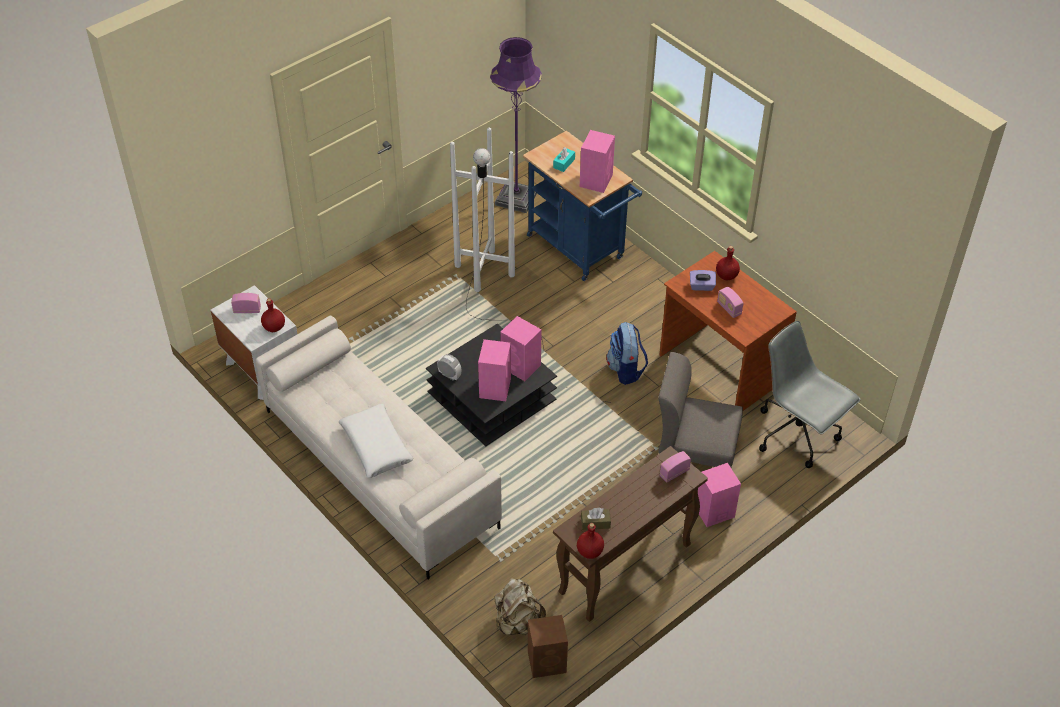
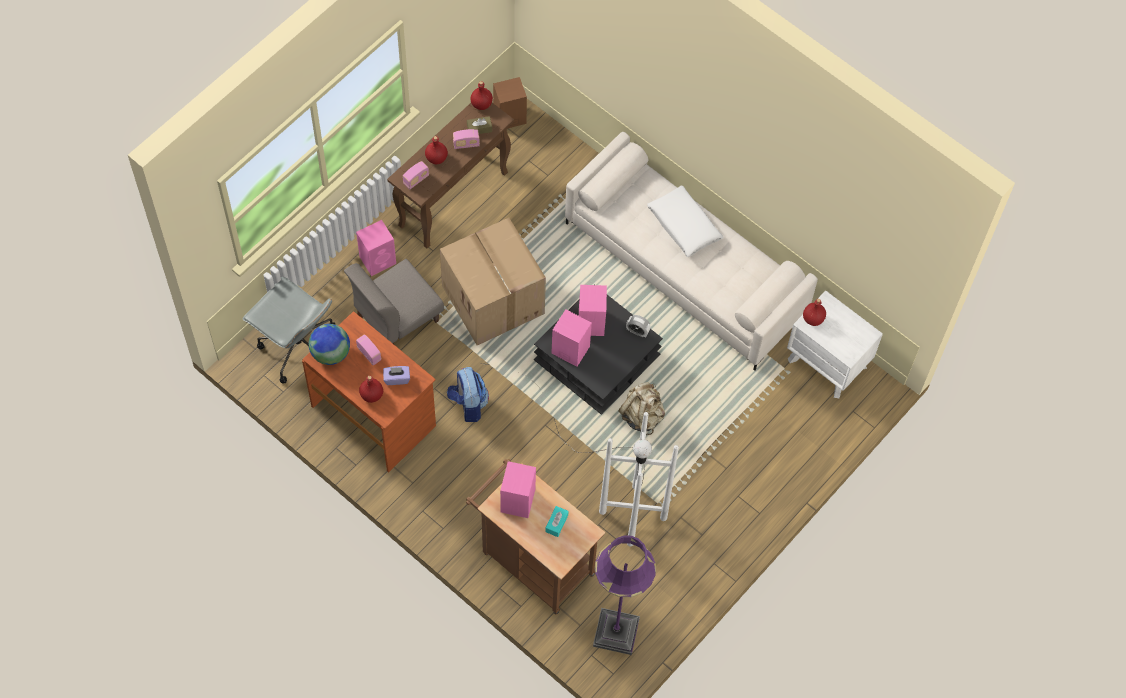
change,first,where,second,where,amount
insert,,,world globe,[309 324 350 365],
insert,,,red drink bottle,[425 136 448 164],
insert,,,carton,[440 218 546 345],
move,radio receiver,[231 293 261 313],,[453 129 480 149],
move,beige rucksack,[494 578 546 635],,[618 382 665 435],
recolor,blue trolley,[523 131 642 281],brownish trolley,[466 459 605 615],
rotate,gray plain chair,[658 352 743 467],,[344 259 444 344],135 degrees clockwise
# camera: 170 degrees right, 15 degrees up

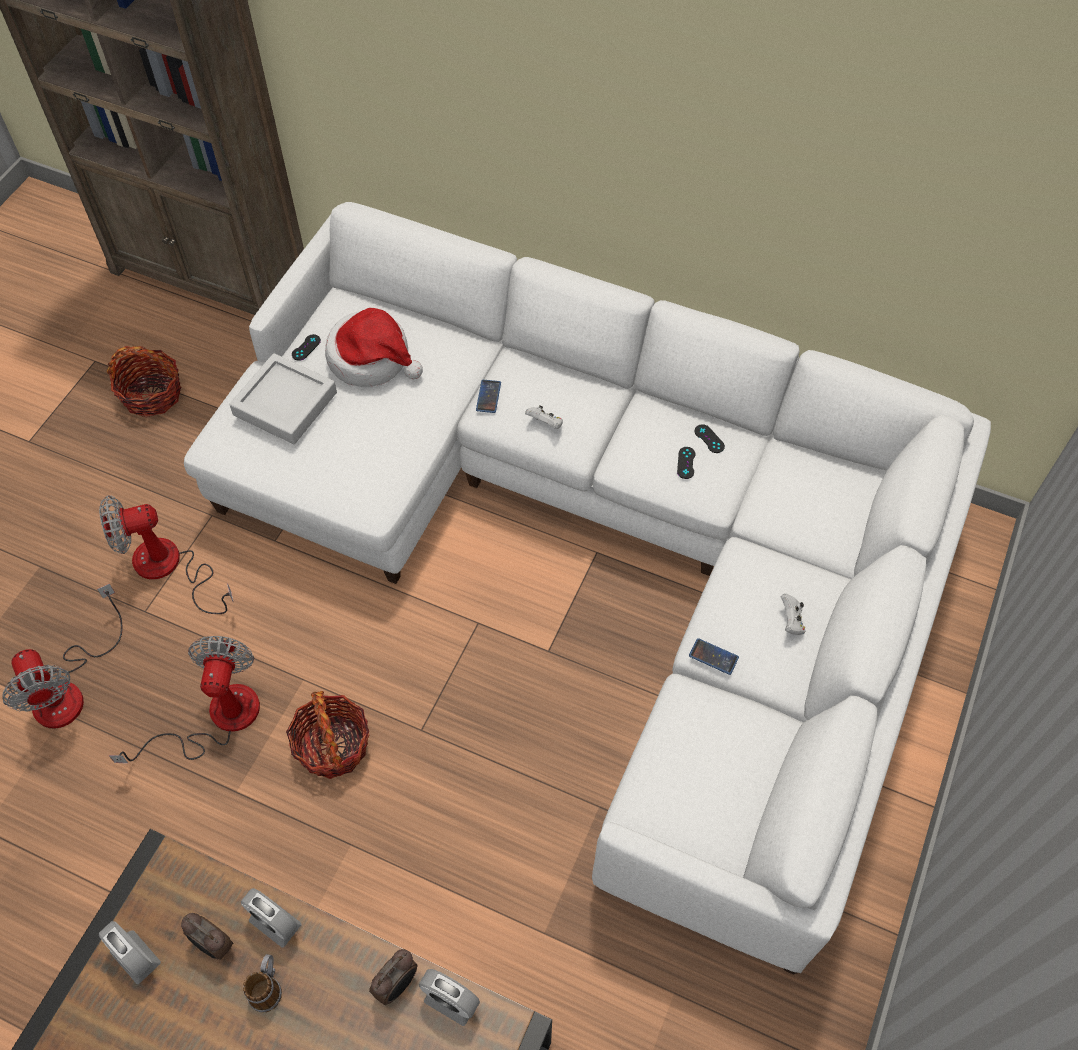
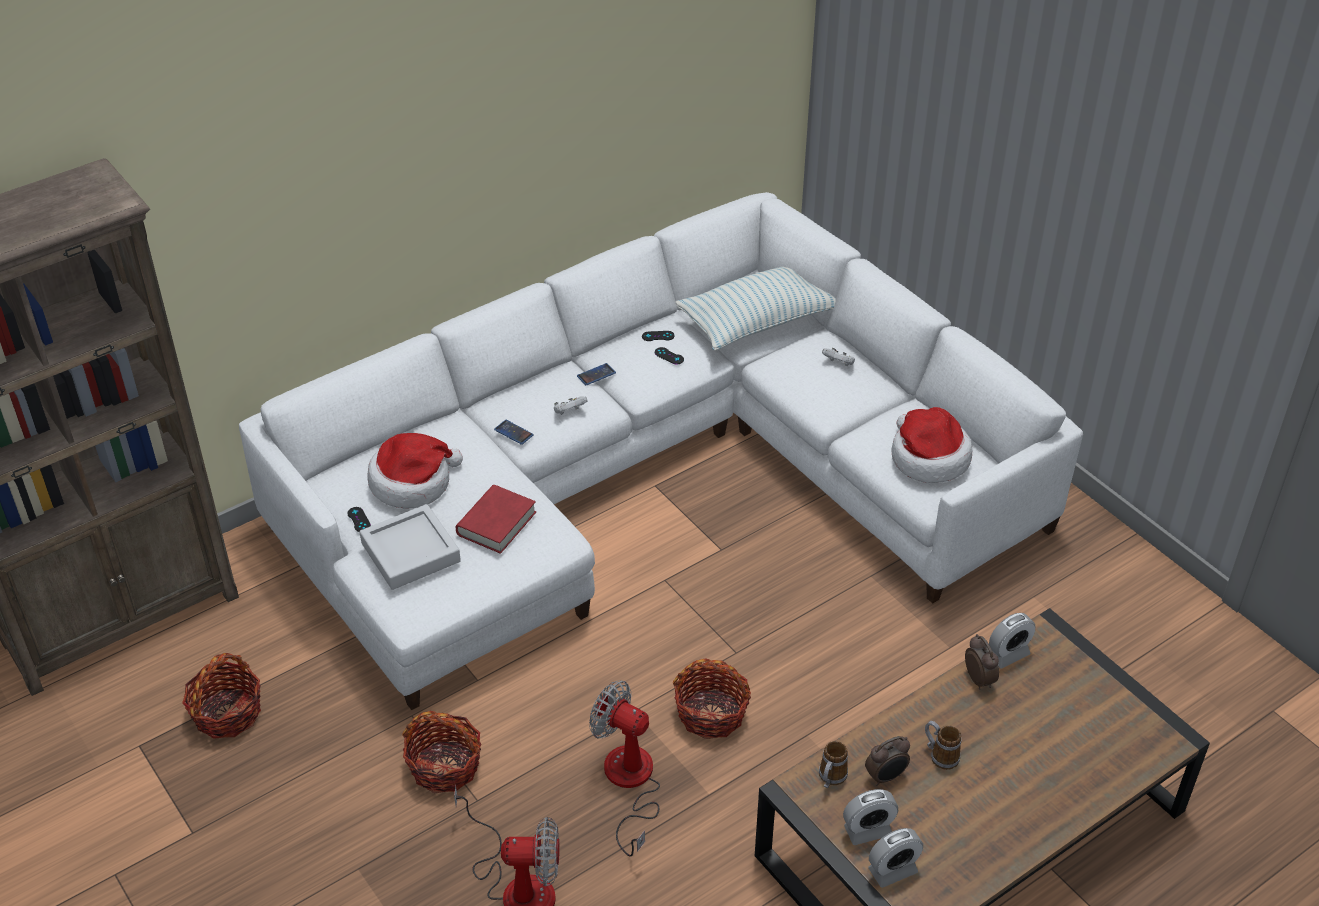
change,first,where,second,where,amount
insert,,,red book,[456 485 536 554],
insert,,,cushion,[676 267 836 351],
insert,,,coffee mug,[819 741 848 788],
insert,,,wearable hat,[891 407 973 483],
move,alarm clock,[241 888 301 948],,[868 828 923 888],
move,phone,[689 638 739 675],,[577 363 616 385],
replace,fan,[99 495 234 614],basket,[402 711 482 793],
# camera: 60 degrees left, 15 degrees down

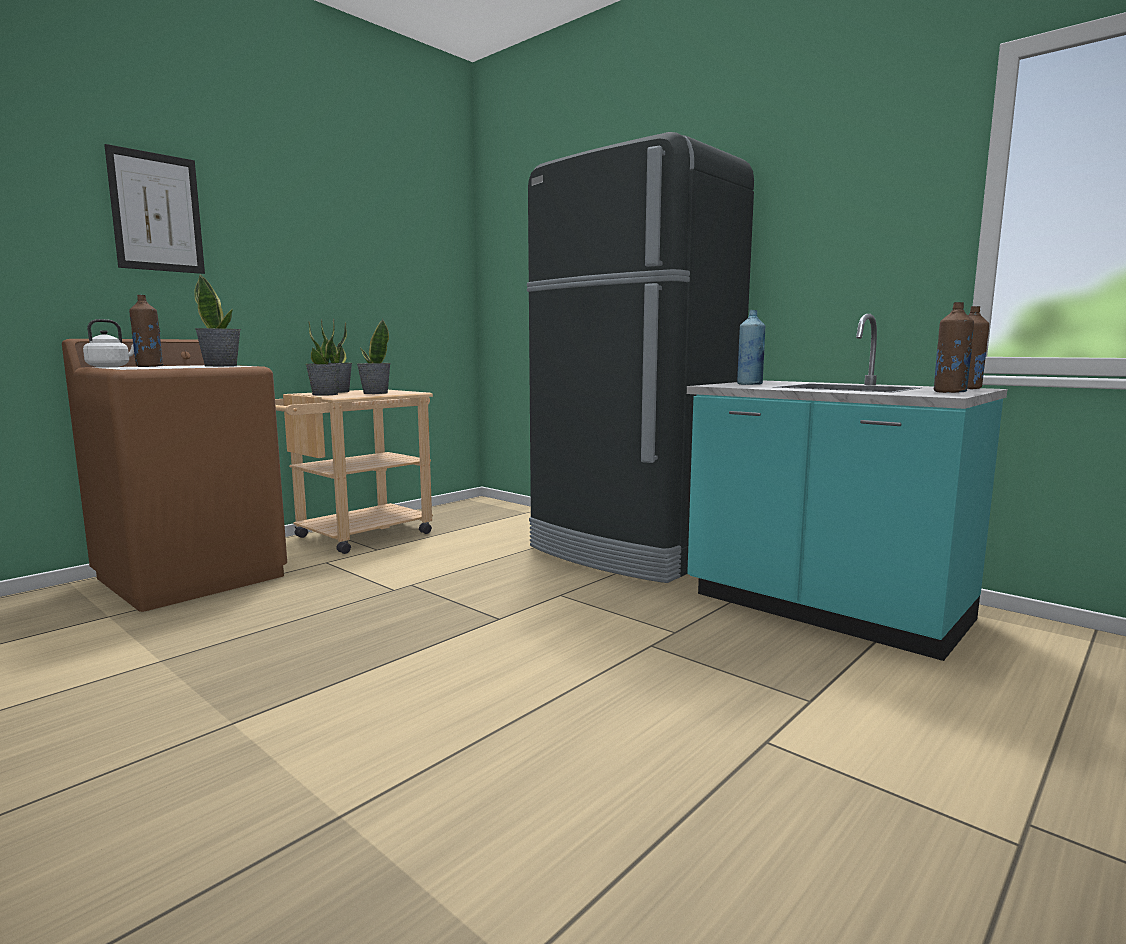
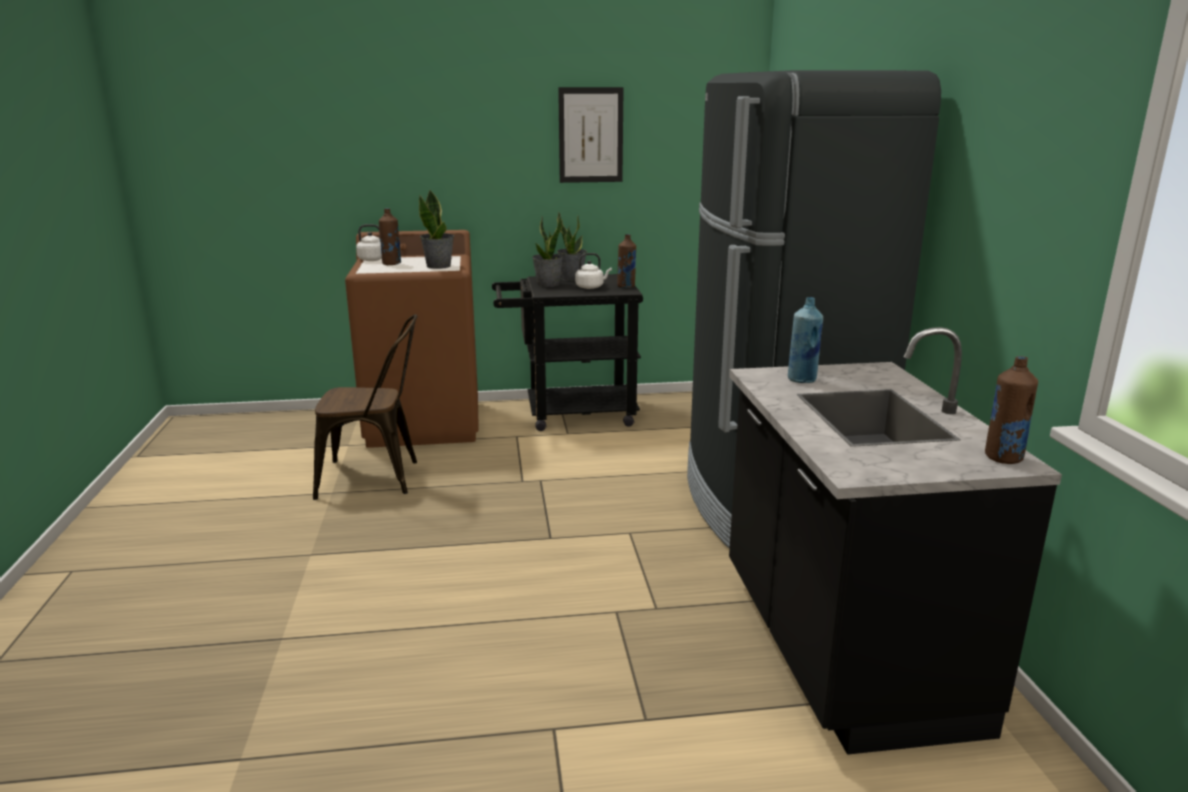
change,first,where,second,where,amount
insert,,,brownish plain chair,[313 314 418 500],
move,picture,[104 144 205 274],,[558 87 624 183],
move,brownish drink bottle,[934 302 974 393],,[617 234 636 288],
replace,plant in a pot,[356 319 391 394],white-coloured water kettle,[575 253 612 289],
recolor,beige trolley,[275 390 433 554],blackish trolley,[492 274 643 431],
recolor,turquoise-coloured kitchen base unit,[687 314 1007 661],blackish kitchen base unit,[729 327 1062 755],
# camera: 40 degrees right, 10 degrees up

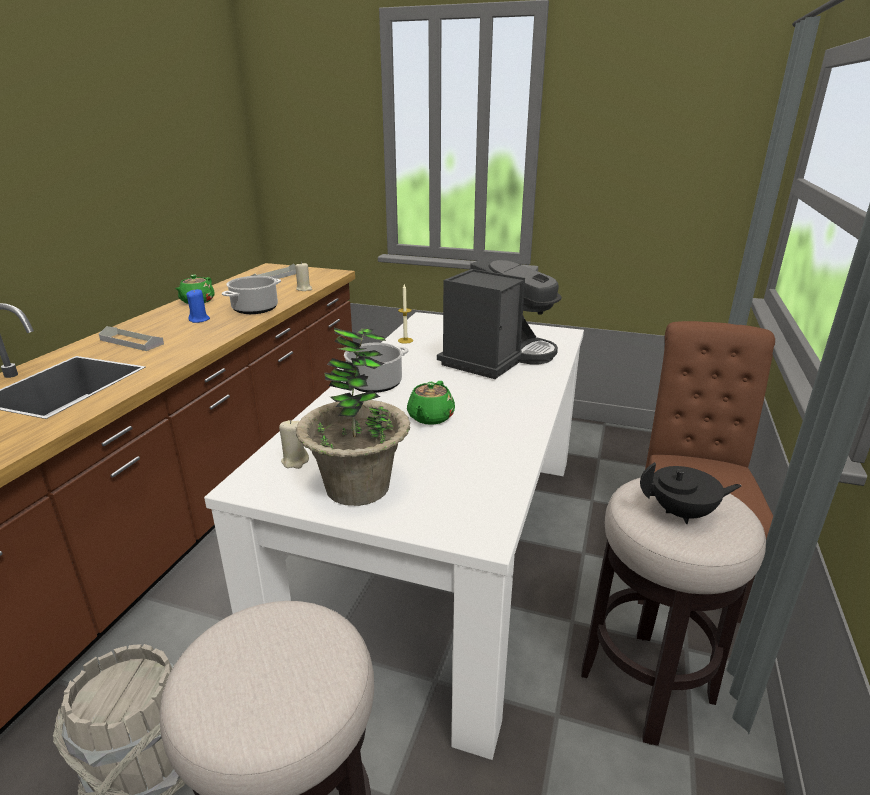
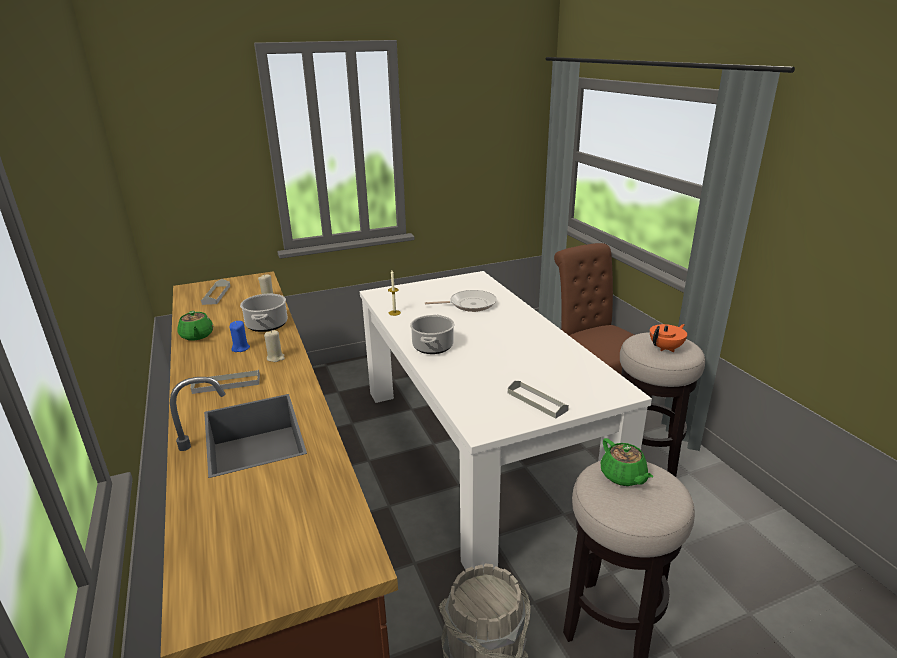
change,first,where,second,where,amount
move,beige wax light,[279 420 309 469],,[264 330 285 362],
move,green-coloured teapot,[407 381 455 425],,[601 438 653 486],
replace,plant in a pot,[296 328 410 506],gray serving tray,[508 381 569 419],
replace,coffee brewer,[437 255 562 379],frying pan,[425 290 497 312],
recolor,blackish teapot,[640 462 742 524],orangey teapot,[650 324 687 352],
# camera: 40 degrees left, 0 degrees up

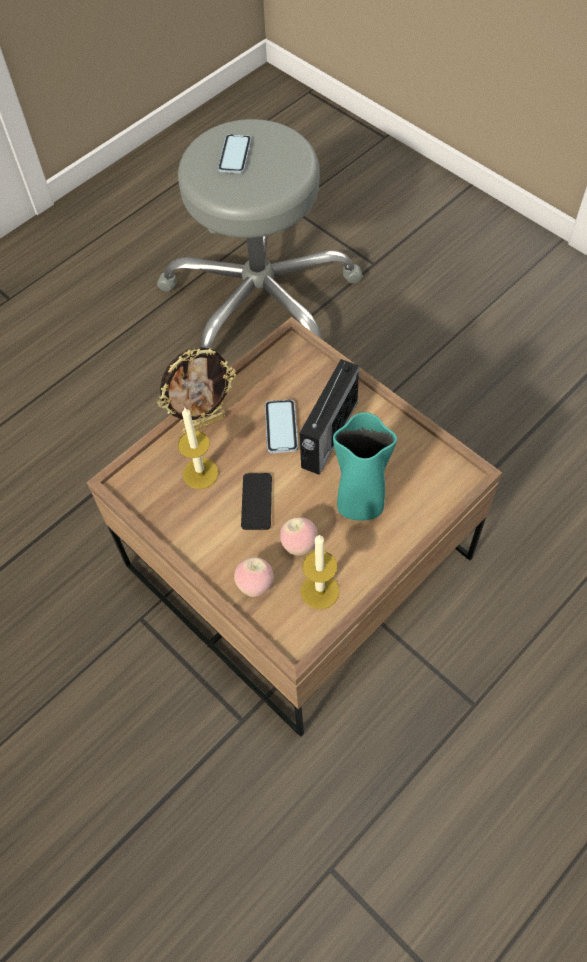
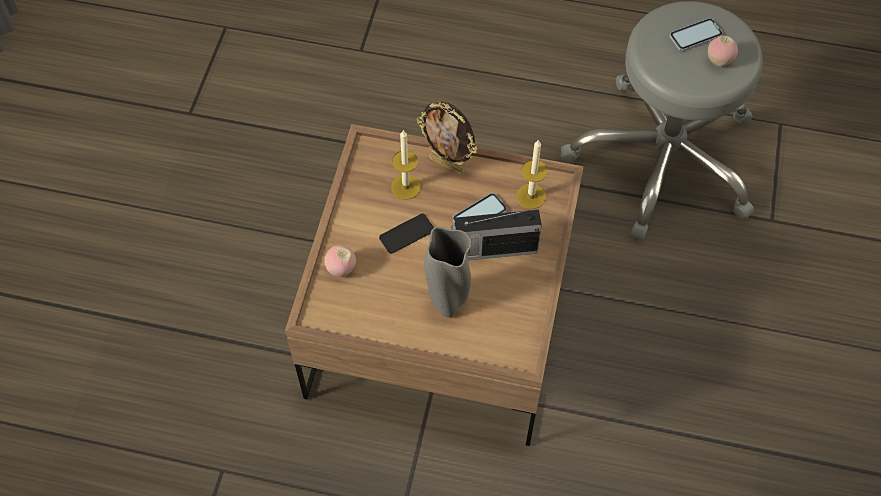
change,first,where,second,where,amount
move,whole apple,[280 517 318 556],,[708 36 738 66],
move,wax light,[301 534 339 609],,[516 139 548 209],
recolor,turquoise-coloured vase,[333 412 397 521],gray vase,[424 227 471 317],
# camera: 55 degrees right, 0 degrees up

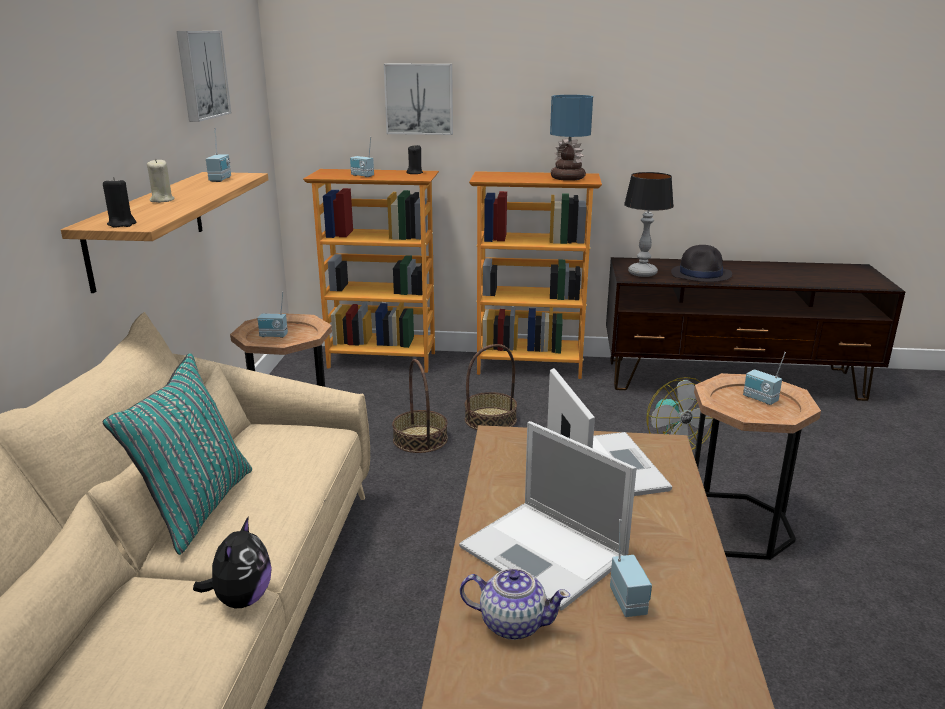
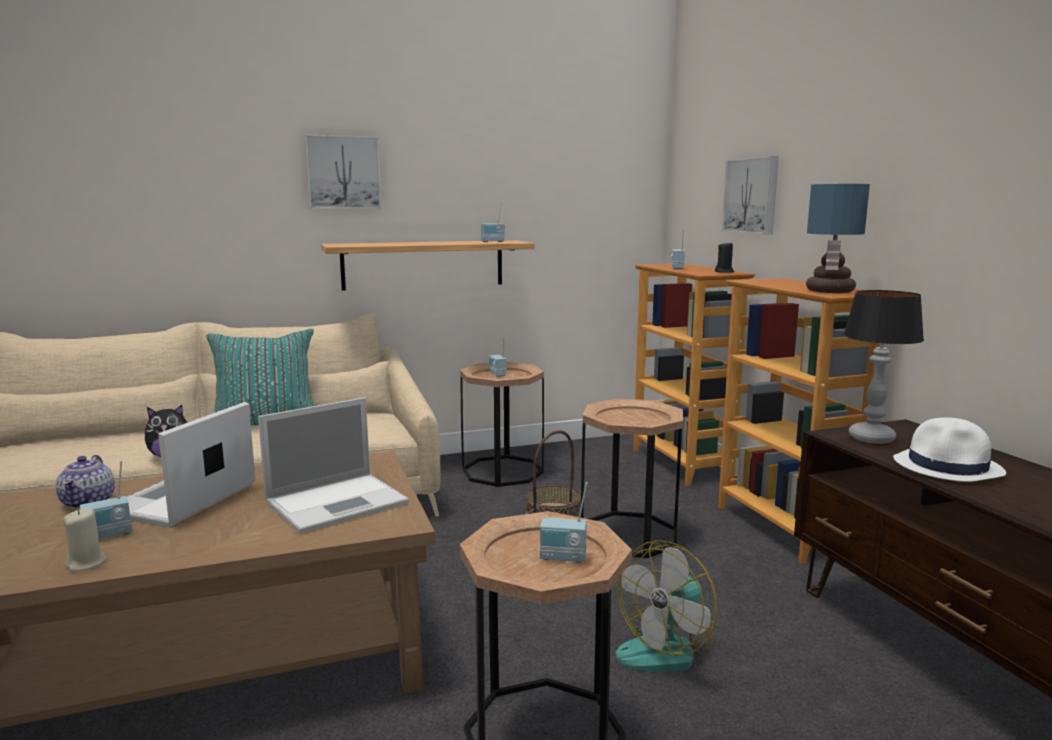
change,first,where,second,where,amount
delete,blackish wax light,[103 177 136 228],,,
move,beige wax light,[147 158 174 203],,[63 508 108 571],
move,picture,[177 31 231 122],,[305 135 381 209],
replace,basket,[465 344 517 430],brownish end table,[581 399 683 558],
recolor,blackish wearable hat,[671 245 732 282],white-coloured wearable hat,[893 417 1006 482],
rotate,radio receiver,[743 352 786 405],,[540 482 588 563],105 degrees counterclockwise
# camera: 65 degrees right, 10 degrees down

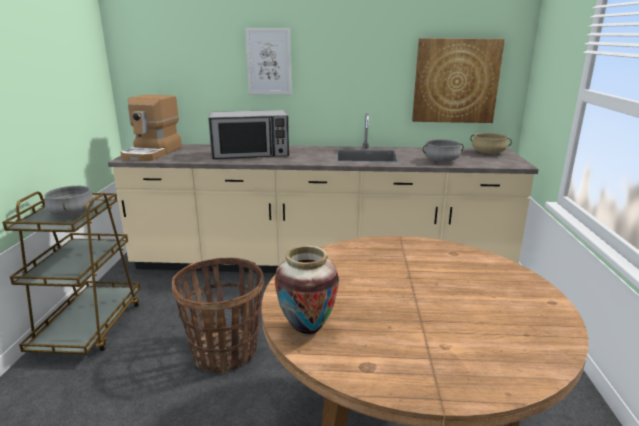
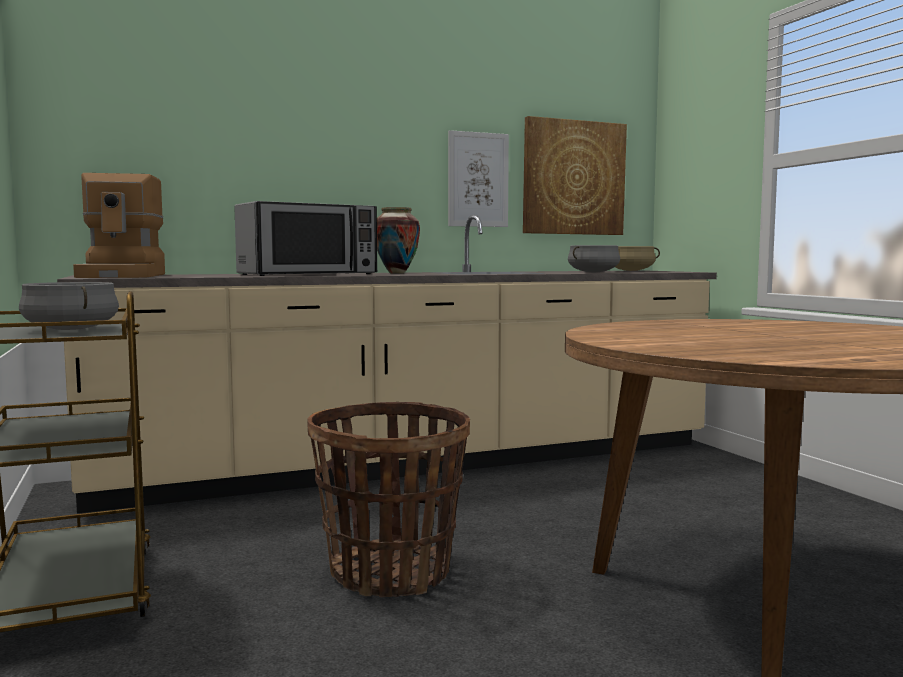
change,first,where,second,where,amount
move,picture,[245 28 291 95],,[448 130 509 227],
move,vase,[275 246 339 336],,[377 207 420 274],
# camera: 25 degrees left, 15 degrees down

